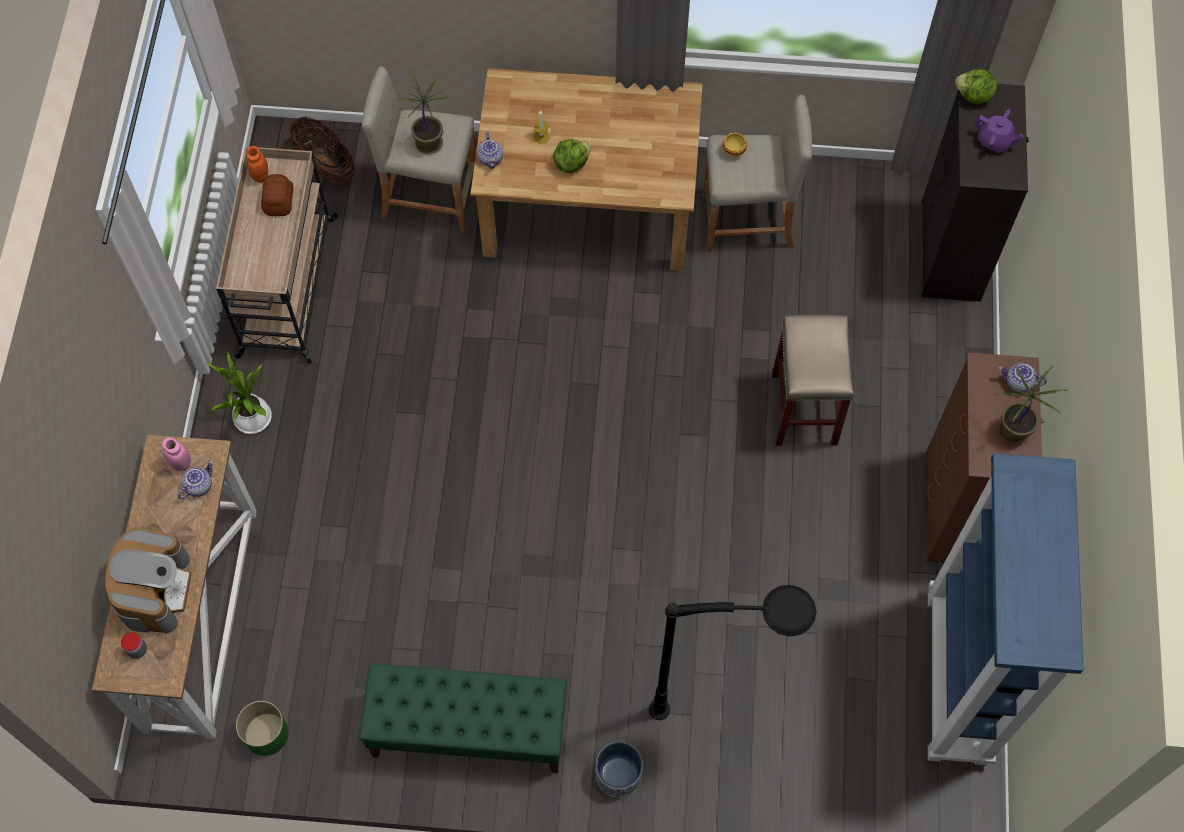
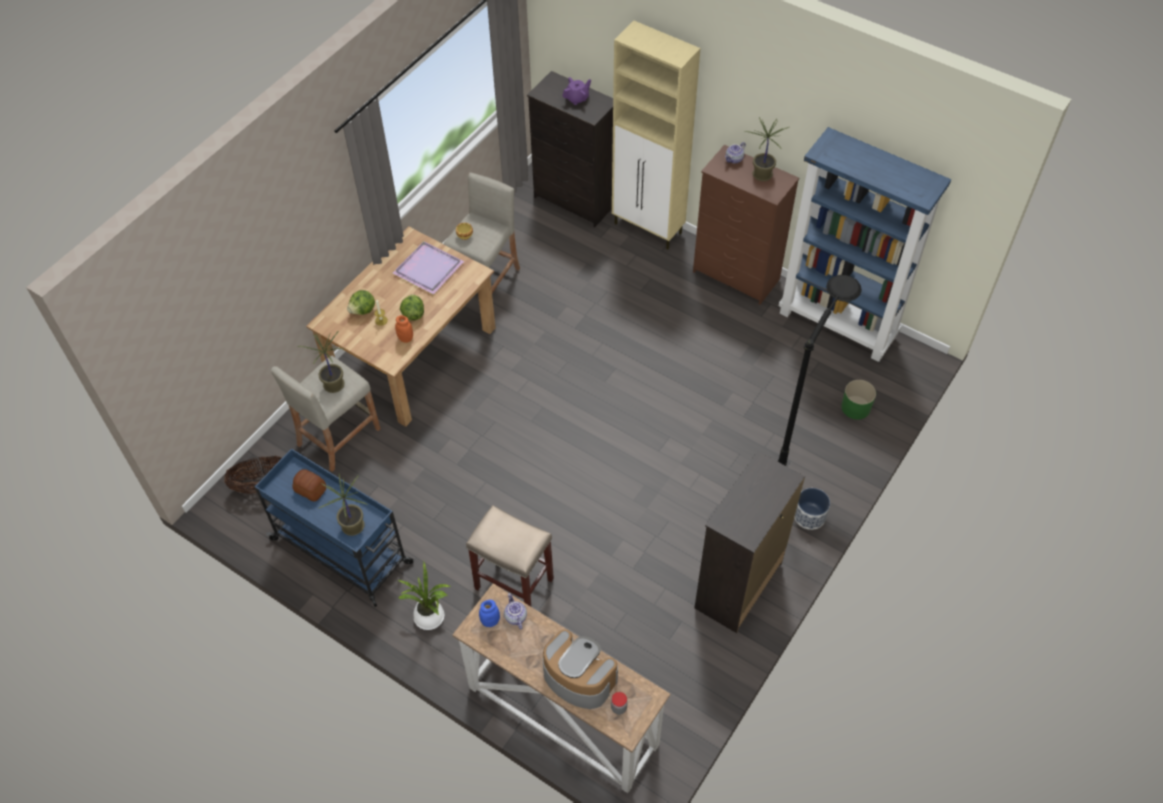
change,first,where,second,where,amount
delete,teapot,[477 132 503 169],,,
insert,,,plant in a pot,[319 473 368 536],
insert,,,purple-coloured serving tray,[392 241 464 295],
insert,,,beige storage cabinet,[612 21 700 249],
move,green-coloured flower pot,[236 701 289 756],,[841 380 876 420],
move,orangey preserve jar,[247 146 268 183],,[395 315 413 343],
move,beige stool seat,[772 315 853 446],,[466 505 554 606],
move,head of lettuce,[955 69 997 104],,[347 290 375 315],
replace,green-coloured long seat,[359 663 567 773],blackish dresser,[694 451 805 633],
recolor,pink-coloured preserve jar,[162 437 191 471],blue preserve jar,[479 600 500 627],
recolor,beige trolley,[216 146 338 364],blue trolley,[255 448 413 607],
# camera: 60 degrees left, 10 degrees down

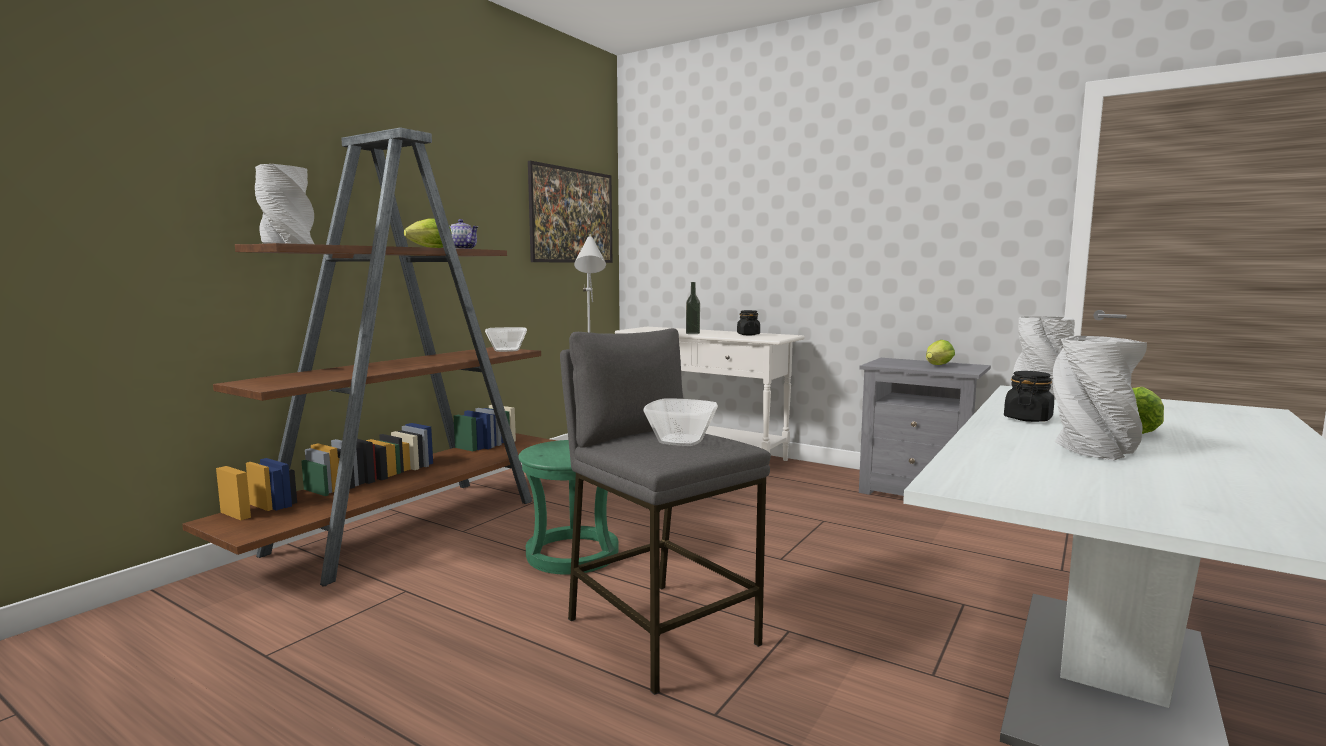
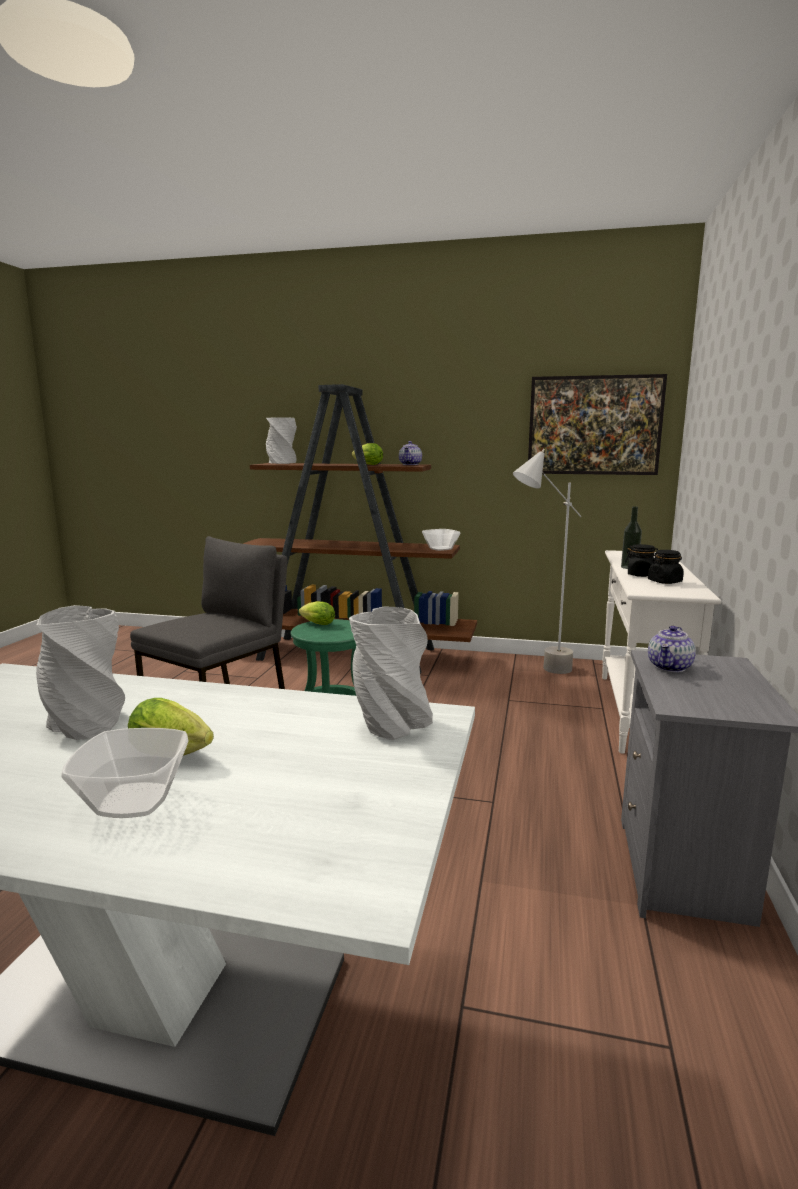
change,first,where,second,where,amount
insert,,,teapot,[648 626 696 672],
move,serving bowl,[644 398 718 446],,[61 728 188 818],
move,head of lettuce,[926 340 955 365],,[299 601 335 625],
move,blackish preserve jar,[1004 371 1054 422],,[625 544 658 577],
# camera: 70 degrees right, 5 degrees up

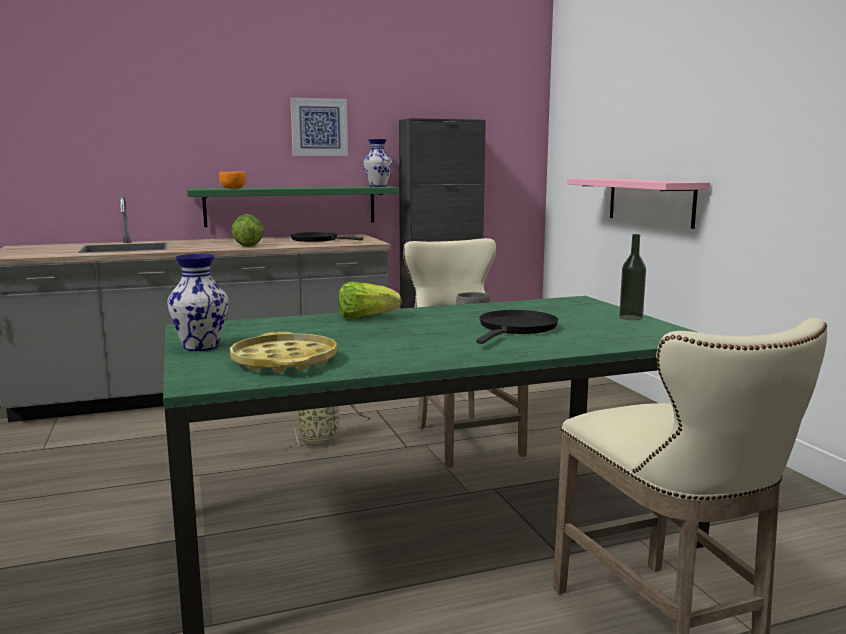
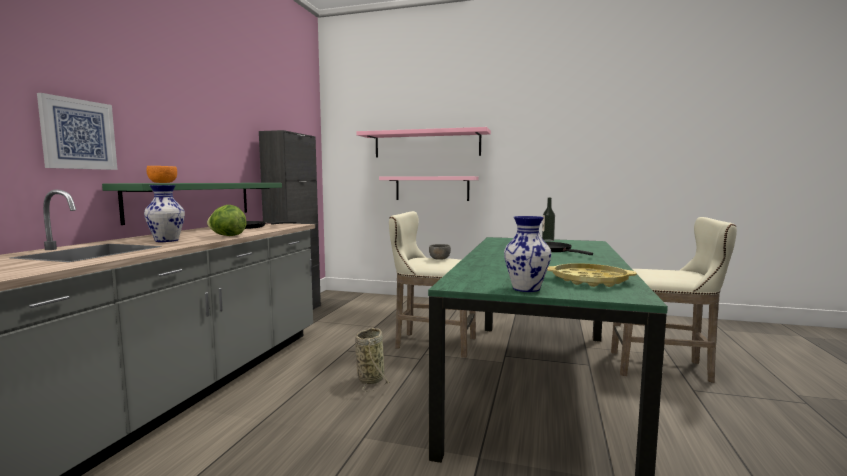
change,first,where,second,where,amount
delete,head of lettuce,[338 282 401 319],,,
insert,,,pink-coloured bracket shelf,[356 127 491 157],
move,picture,[290 97 348 156],,[37 93 117 170],
move,vase,[363 139 392 187],,[144 185 185 242],
# camera: 55 degrees left, 5 degrees down

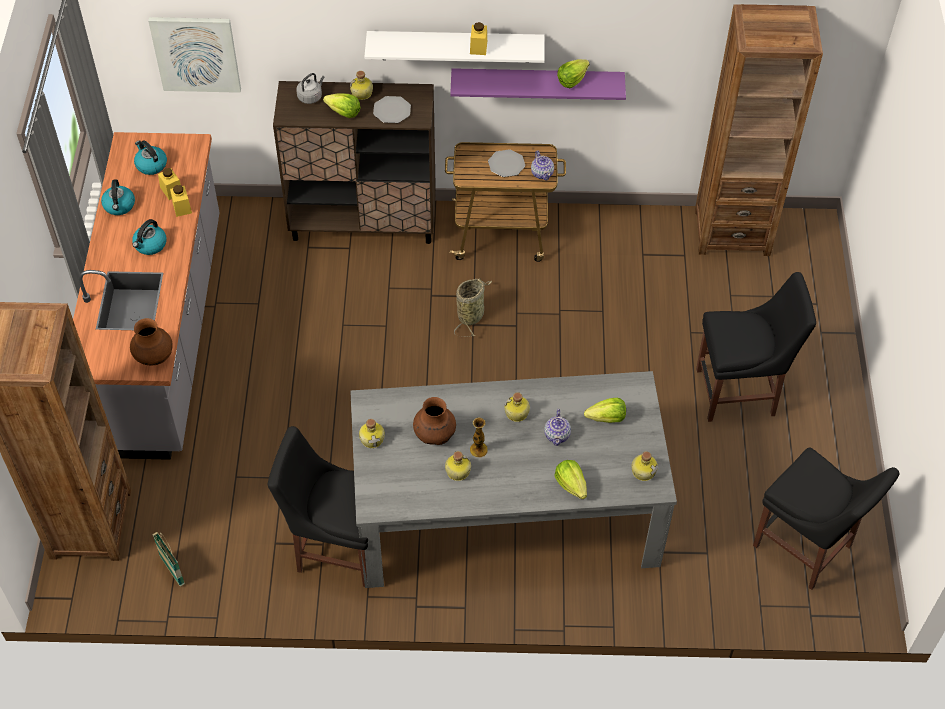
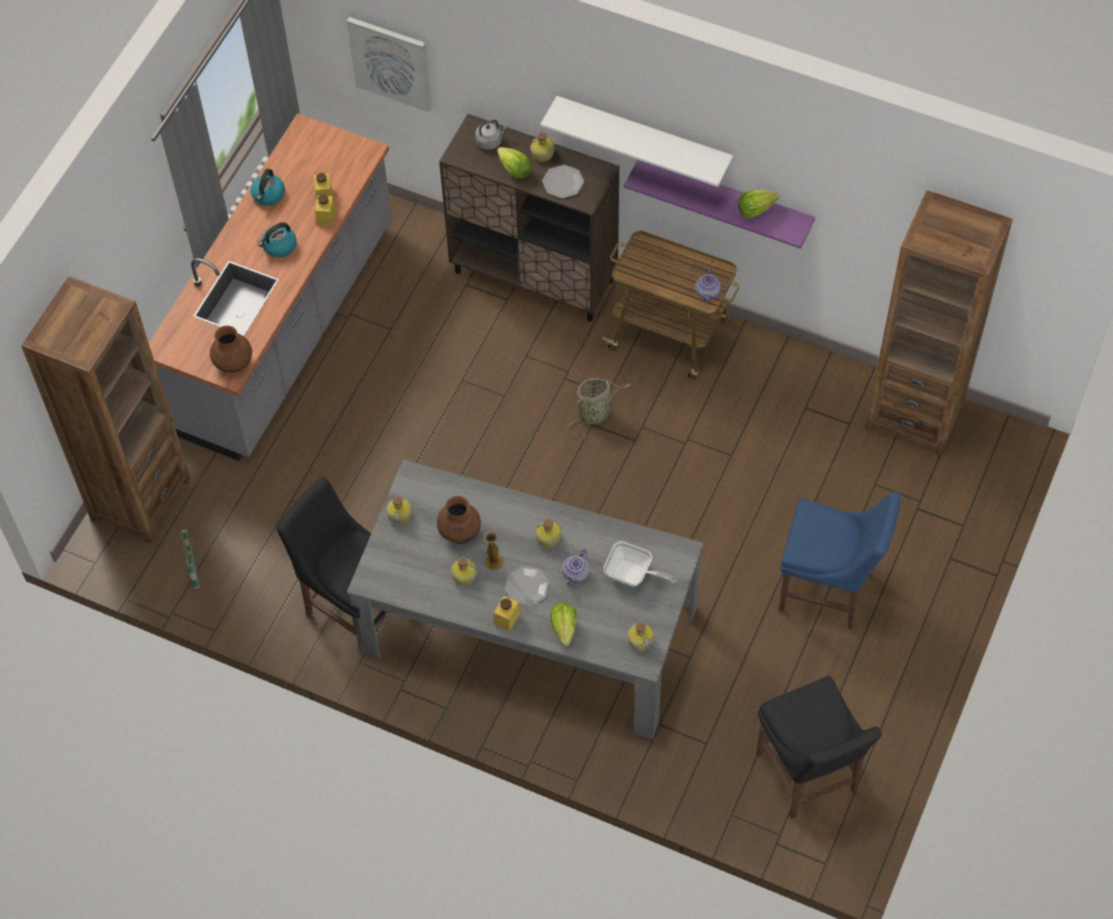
change,first,where,second,where,amount
delete,water kettle,[134 140 167 175],,,
move,yellow-coloured preserve jar,[470 22 487 55],,[494 596 521 631],
move,flat dish,[488 150 525 177],,[505 566 550 606],
replace,head of lettuce,[584 398 626 423],frying pan,[603 541 676 586],
recolor,blackish plain chair,[696 272 816 422],blue plain chair,[779 492 901 630],
# camera: 25 degrees right, 5 degrees up

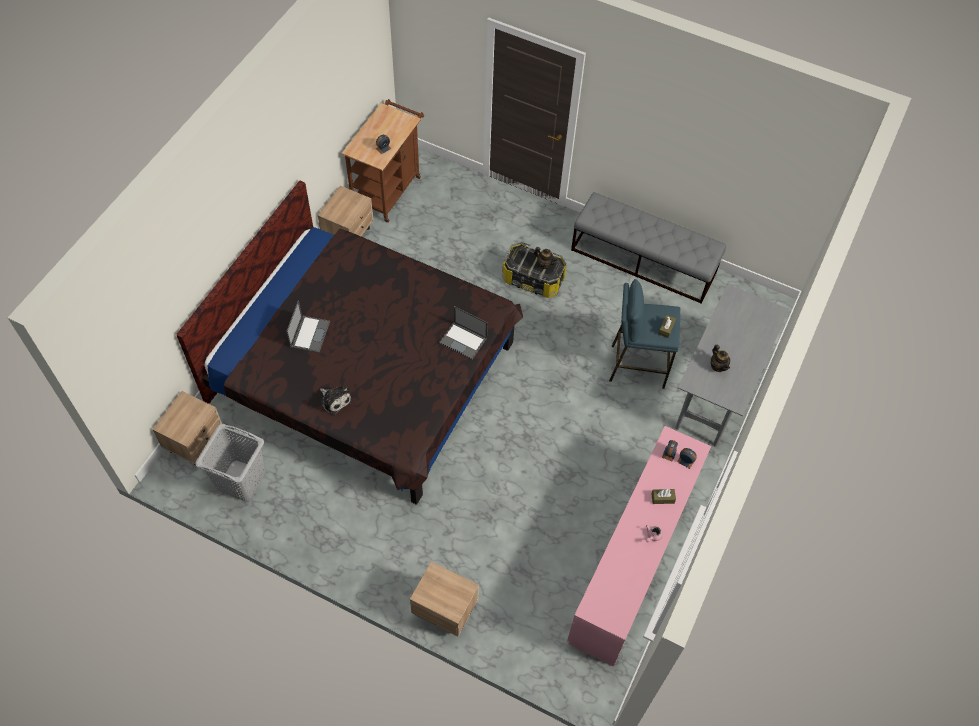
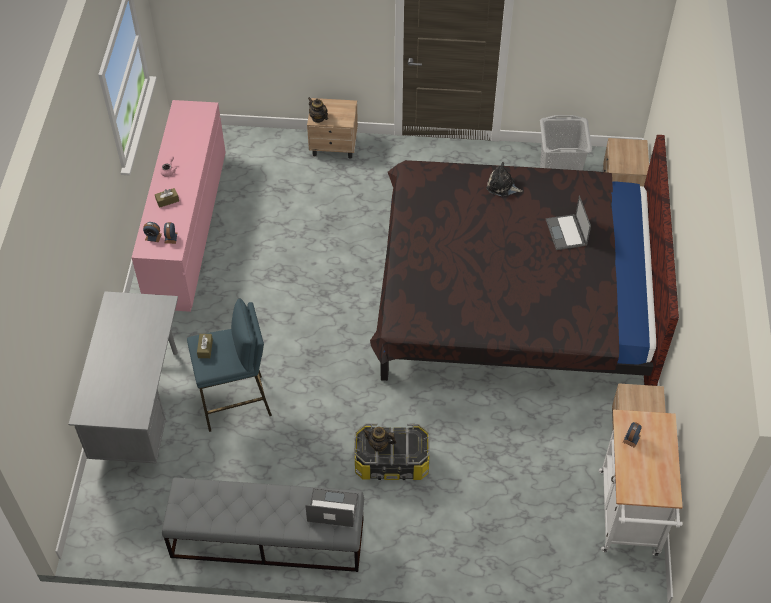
change,first,where,second,where,amount
move,notebook computer,[439 306 488 360],,[305 488 359 527],
move,teapot,[711 344 730 372],,[308 97 328 123],
recolor,brownish trolley,[342 99 424 223],white-coloured trolley,[599 410 683 556],
# camera: 160 degrees right, 5 degrees down

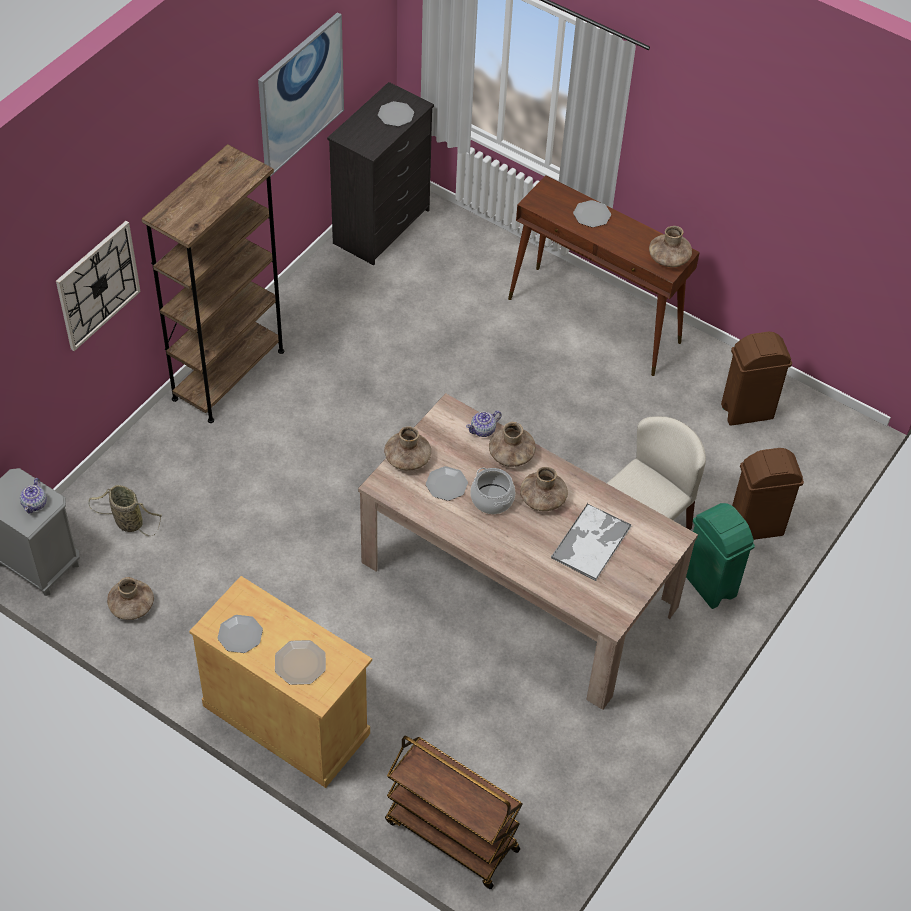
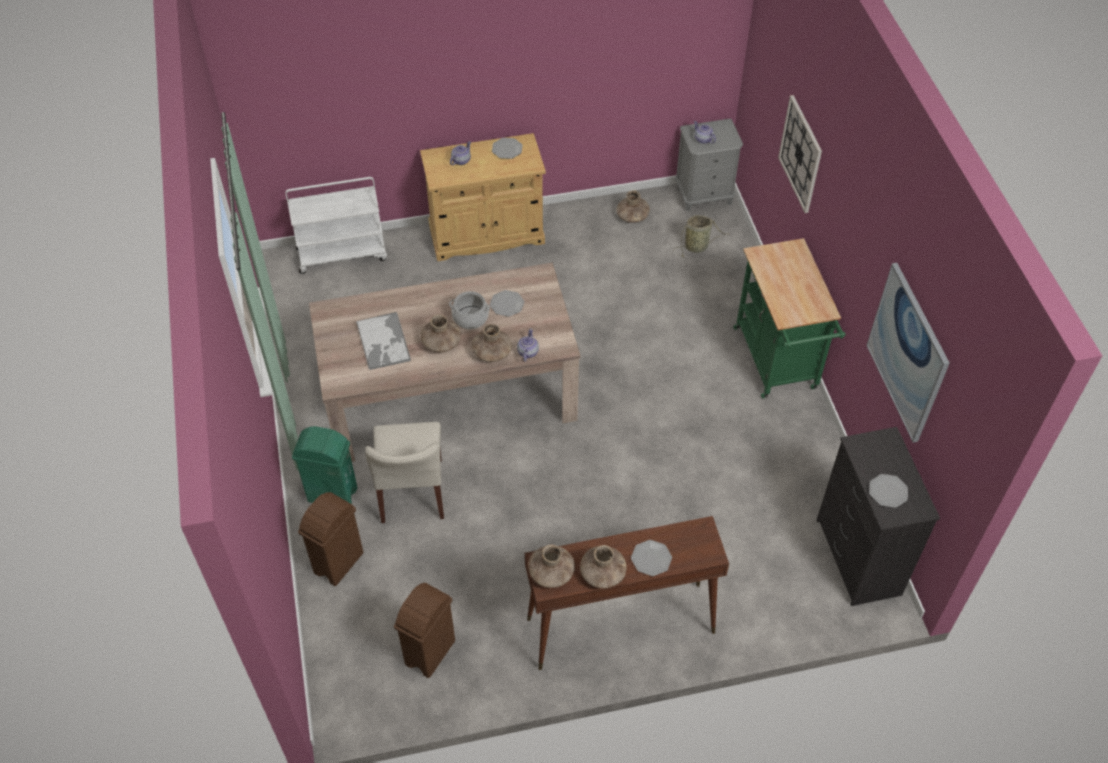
change,first,where,second,where,amount
move,brownish vase,[384 426 431 471],,[580 545 627 589],
replace,brownish shelving unit,[142 144 284 423],green-coloured trolley,[733 238 846 398],
replace,flat dish,[275 640 326 685],teapot,[450 141 471 165],
recolor,brownish trolley,[385 736 522 889],white-coloured trolley,[285 177 387 274],
# camera: 135 degrees right, 0 degrees up

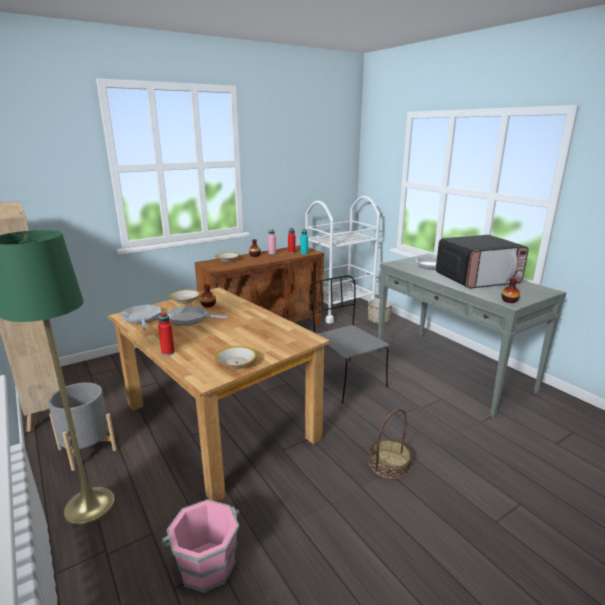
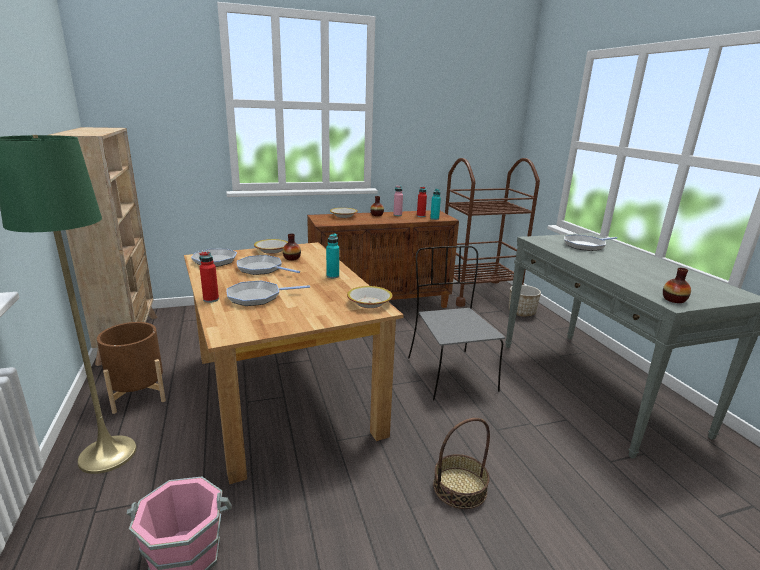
change,first,where,second,where,amount
delete,kitchen microwave,[436 235 529 289],,,
insert,,,frying pan,[227 281 310 306],
insert,,,turquoise-coloured drink bottle,[326 234 339 278],
move,serving bowl,[215 346 257 369],,[347 286 393 308],
recolor,gray flower pot,[48 382 117 471],brownish flower pot,[97 322 166 414],
recolor,white-coloured trolley,[305 196 380 324],brownish trolley,[445 158 540 307],
# camera: 15 degrees right, 0 degrees up

